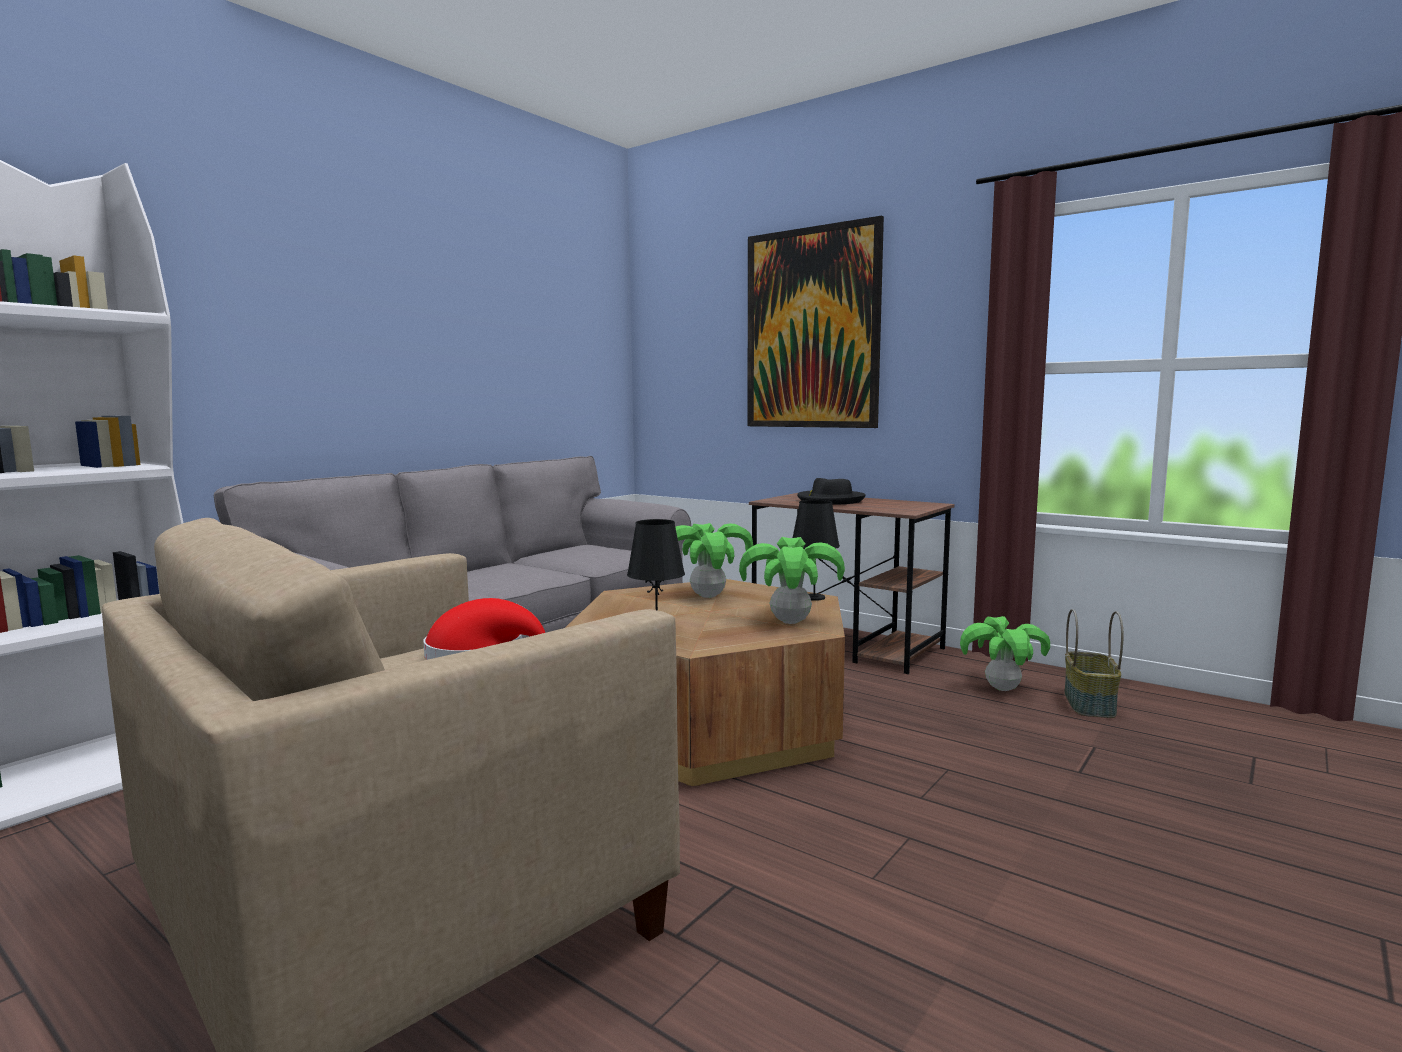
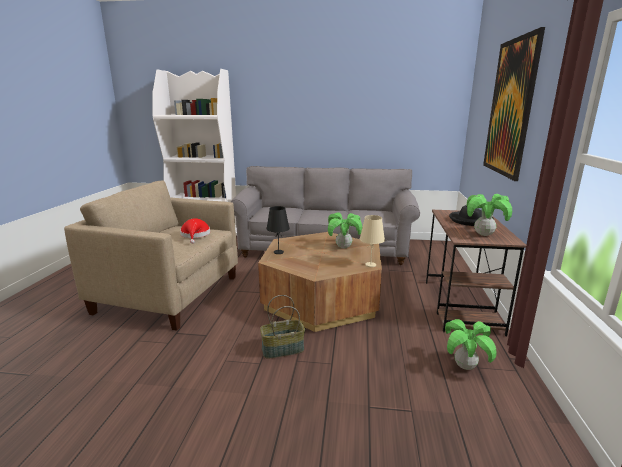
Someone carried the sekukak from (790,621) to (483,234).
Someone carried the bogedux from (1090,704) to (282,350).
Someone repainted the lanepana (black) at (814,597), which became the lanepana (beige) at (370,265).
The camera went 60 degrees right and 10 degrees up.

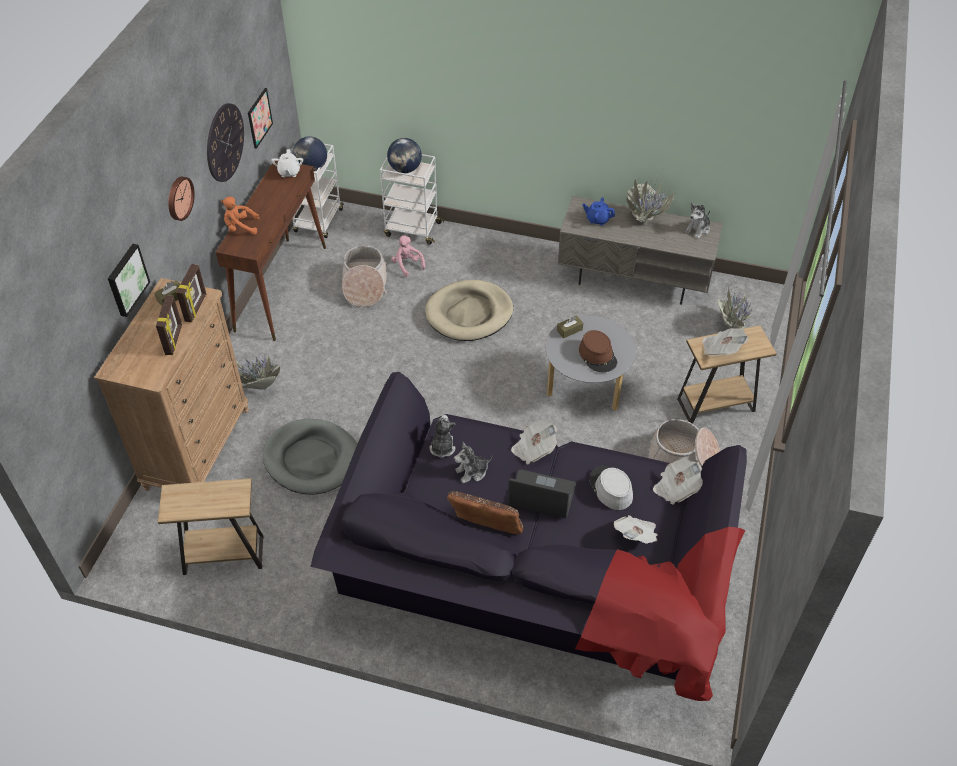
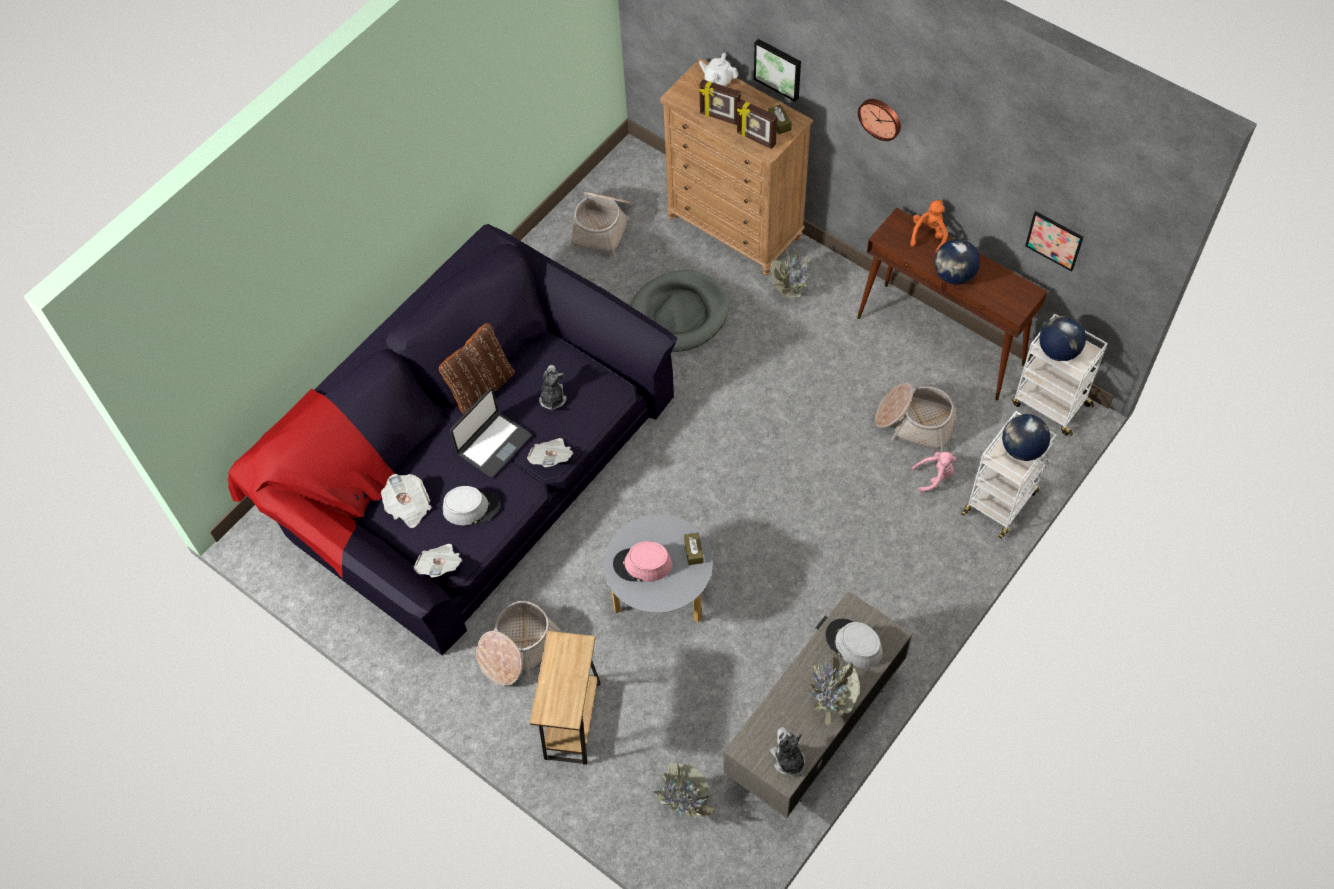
Someone took away the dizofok at (224,142).
Someone took away the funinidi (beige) at (469,313).
Someone took away the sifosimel at (442,447).
Someone took away the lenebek at (721,349).
Someone put down the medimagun at (954,275).
Someone carried the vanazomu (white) from (289,172) to (718,80).
Someone swapped the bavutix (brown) at (223,555) for the bogedux at (602,227).
Someone swapped the vanazomu (blue) at (597,219) for the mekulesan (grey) at (853,644).
Someone repainted the mekulesan (brown) at (598,356), which became the mekulesan (pink) at (642,564).
The camera went 115 degrees right and 10 degrees up.

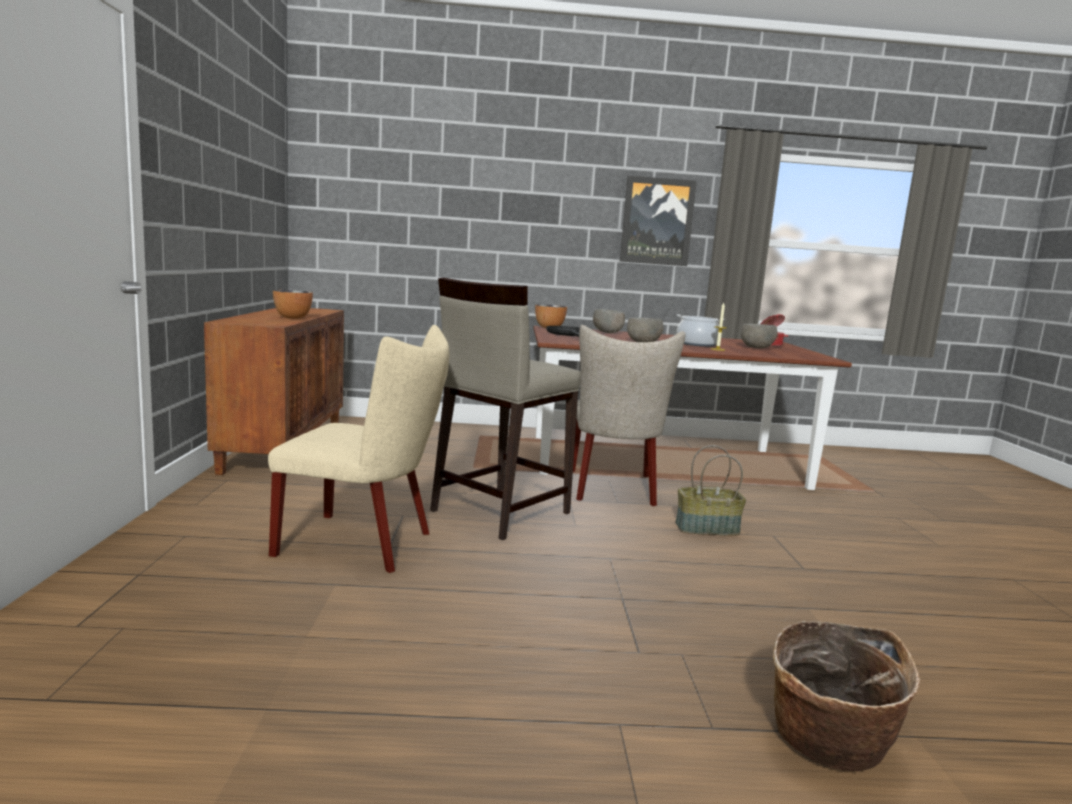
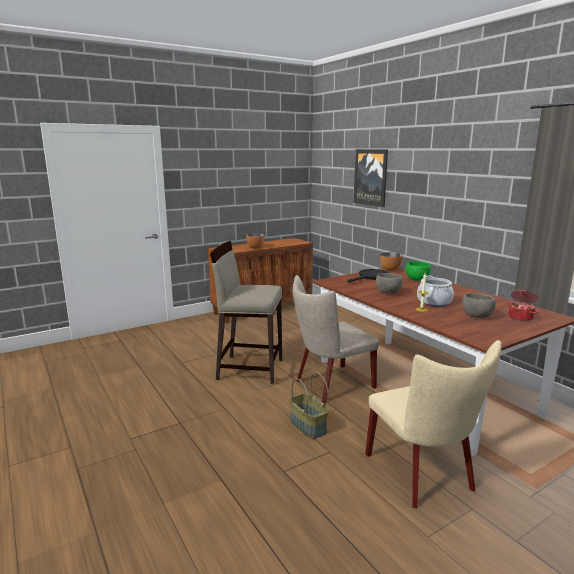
Someone took away the bogedux at (827,746).
Someone carried the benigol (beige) from (365,544) to (423,475).
Someone carried the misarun from (657,221) to (371,177).
Someone repainted the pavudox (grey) at (607,332), which became the pavudox (green) at (416,280).
The camera went 60 degrees right and 5 degrees up.

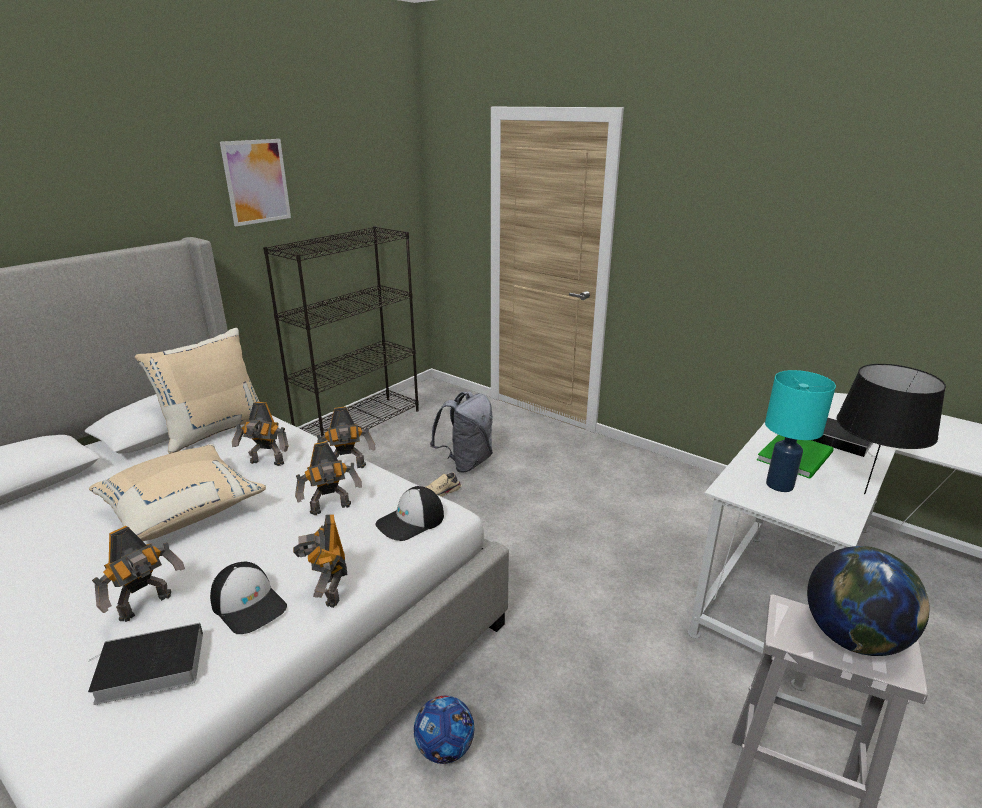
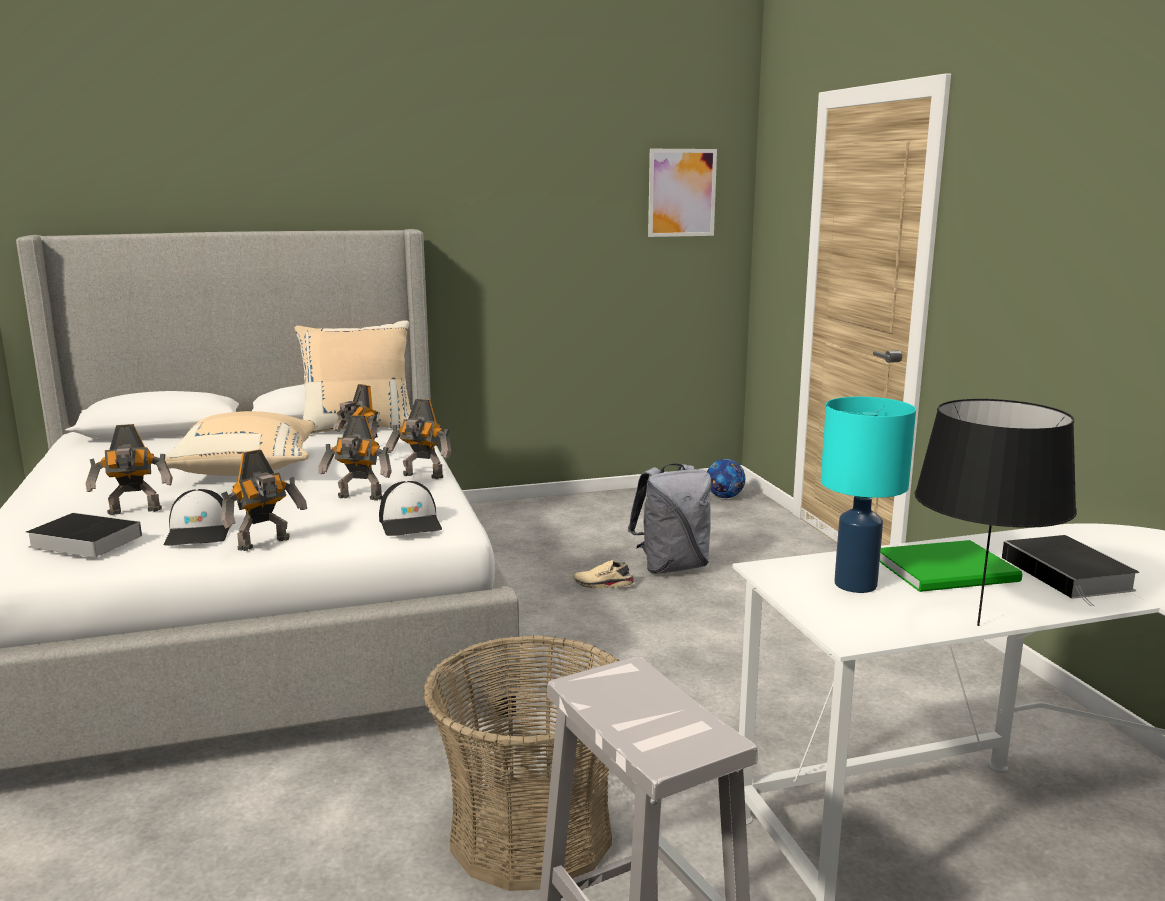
Someone took away the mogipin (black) at (359,425).
Someone took away the medimagun at (852,639).
Someone put down the bogedux at (530,833).
Someone carried the misarun from (257,182) to (682,193).
Someone carried the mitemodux from (445,748) to (724,497).
Someone rotated the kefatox at (328,591) by 150 degrees counterclockwise.
Someone rotated the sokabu at (411,521) by 105 degrees counterclockwise.
The camera went 35 degrees right and 10 degrees down.

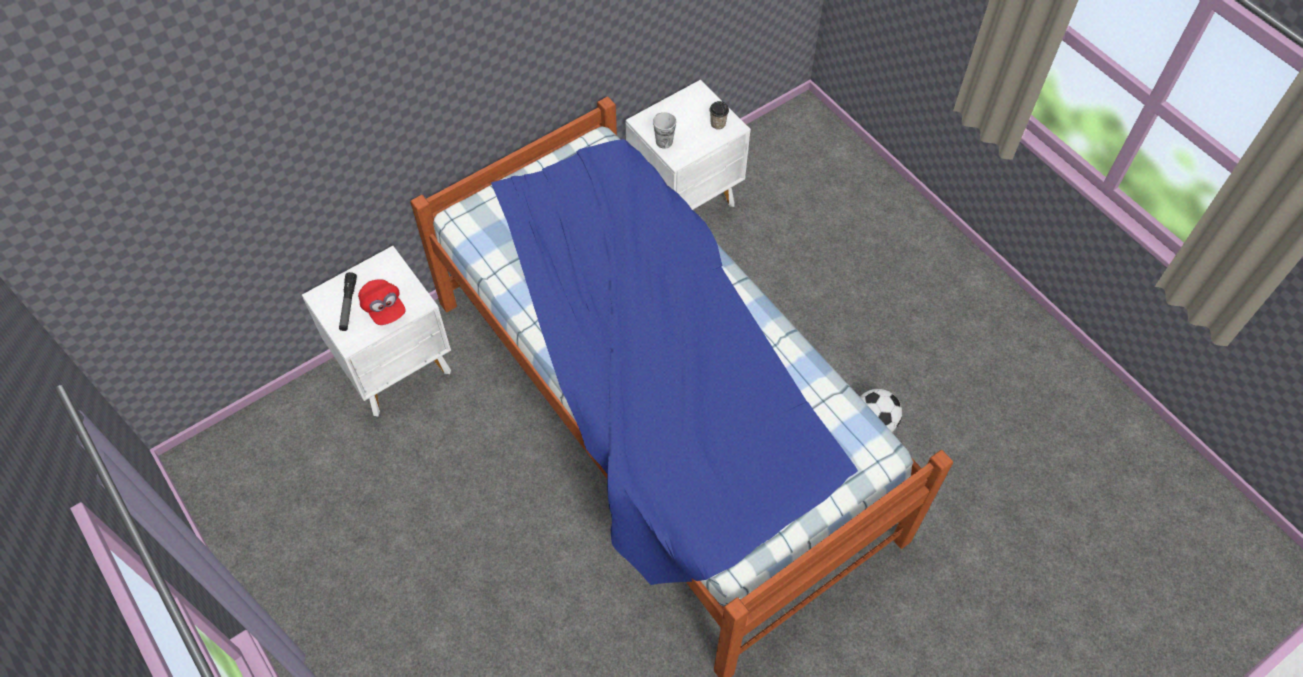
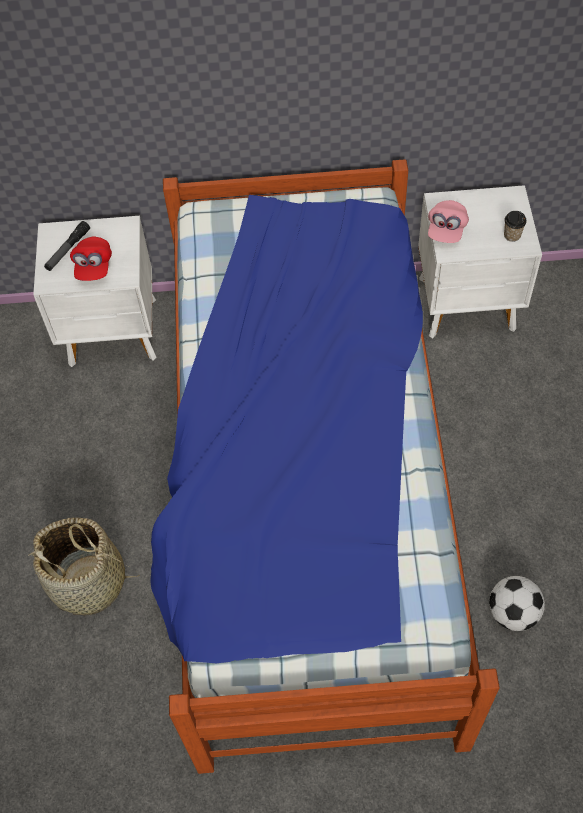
Someone put down the bogedux at (89,582).
Someone swapped the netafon at (664,142) for the sokabu (pink) at (446,230).
The camera went 35 degrees right and 0 degrees up.

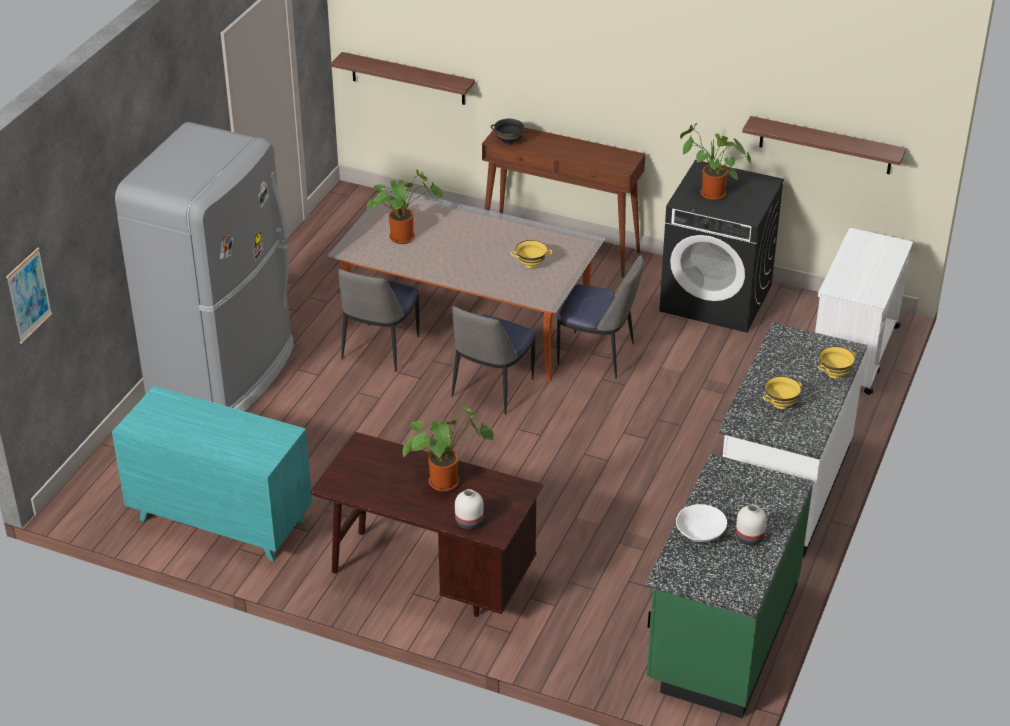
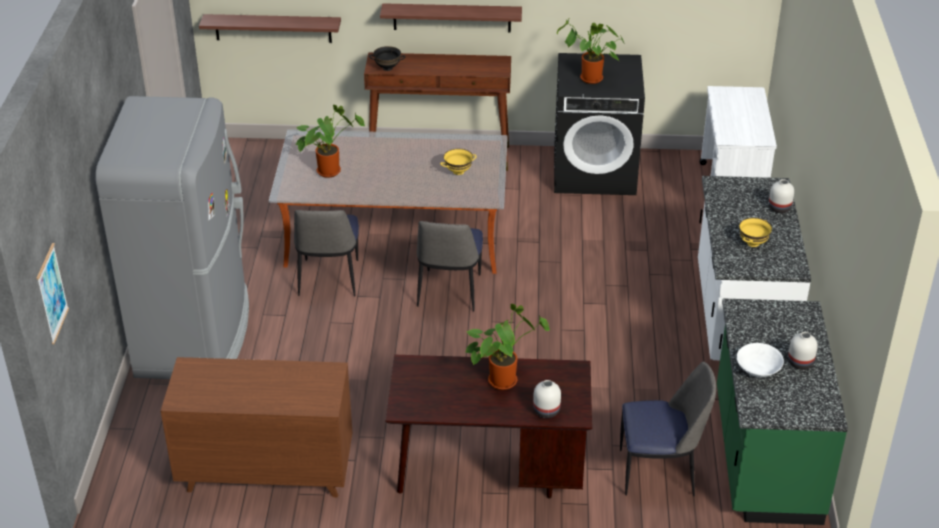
Someone carried the benigol from (598,355) to (659,472).
Someone carried the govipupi from (825,145) to (452,17).
Someone swapped the pavudox (yellow) at (834,374) for the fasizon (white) at (779,208).
Someone repainted the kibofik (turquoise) at (220,520), which became the kibofik (brown) at (265,472).
The camera went 20 degrees left and 0 degrees up.

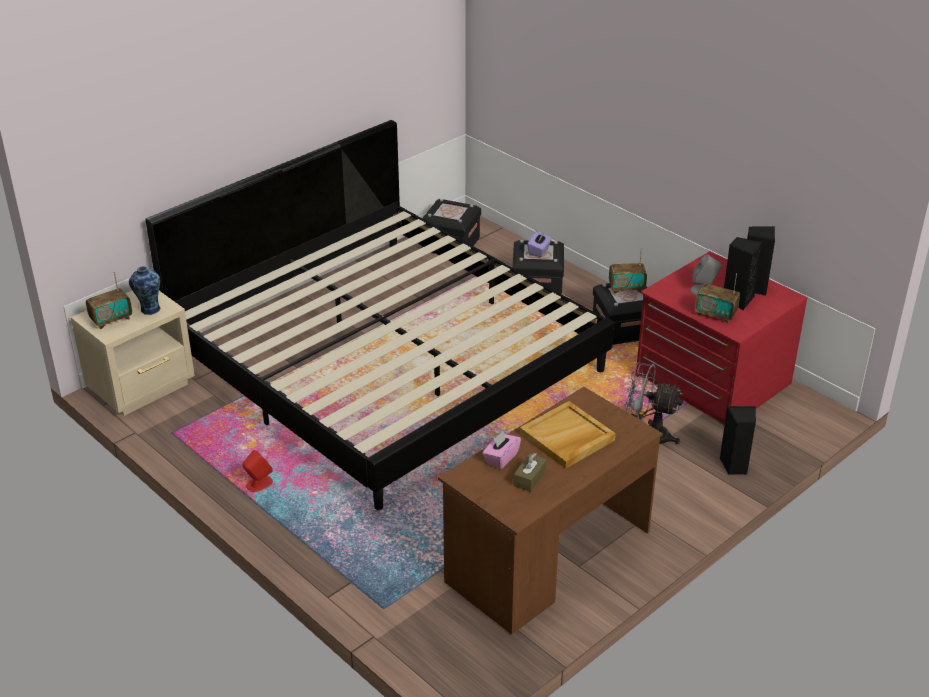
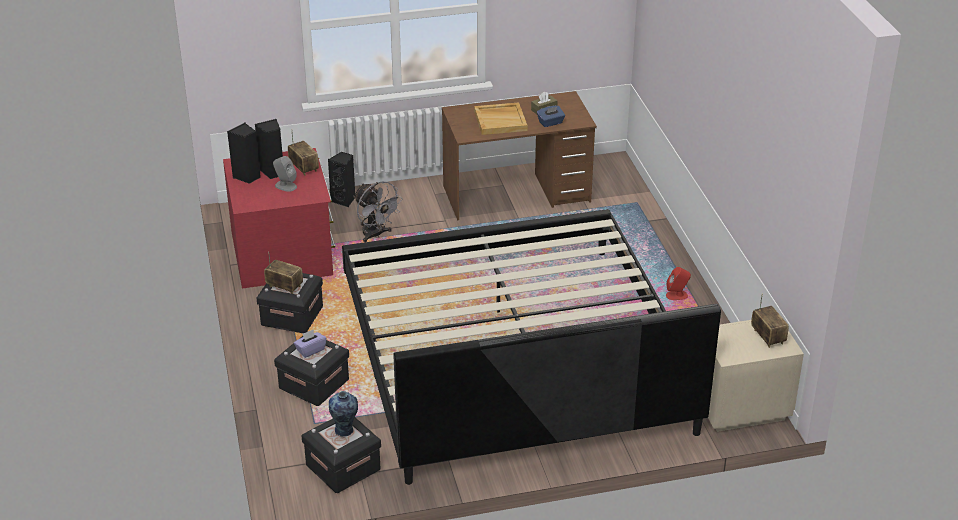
Someone carried the fasizon from (149,309) to (345,430).
Someone repainted the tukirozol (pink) at (501,458), which became the tukirozol (blue) at (550,123).
Someone rotated the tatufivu at (111,320) by 75 degrees clockwise.
The camera went 150 degrees left and 0 degrees up.

